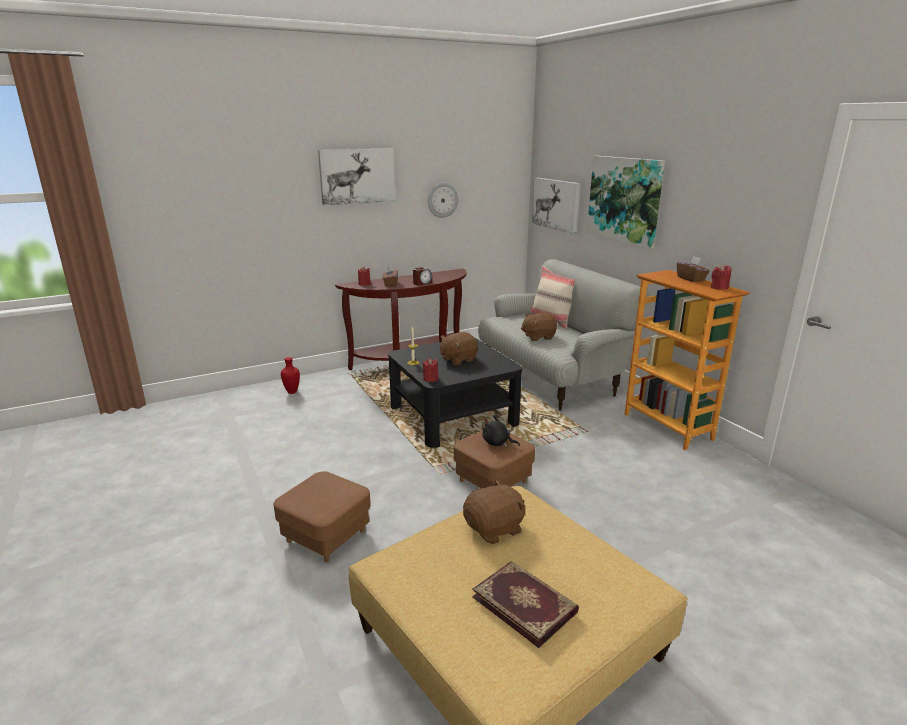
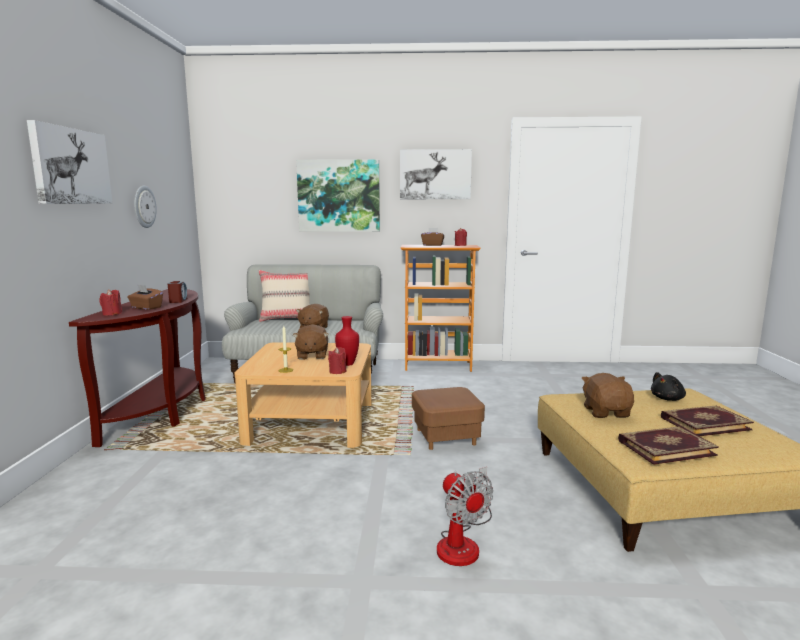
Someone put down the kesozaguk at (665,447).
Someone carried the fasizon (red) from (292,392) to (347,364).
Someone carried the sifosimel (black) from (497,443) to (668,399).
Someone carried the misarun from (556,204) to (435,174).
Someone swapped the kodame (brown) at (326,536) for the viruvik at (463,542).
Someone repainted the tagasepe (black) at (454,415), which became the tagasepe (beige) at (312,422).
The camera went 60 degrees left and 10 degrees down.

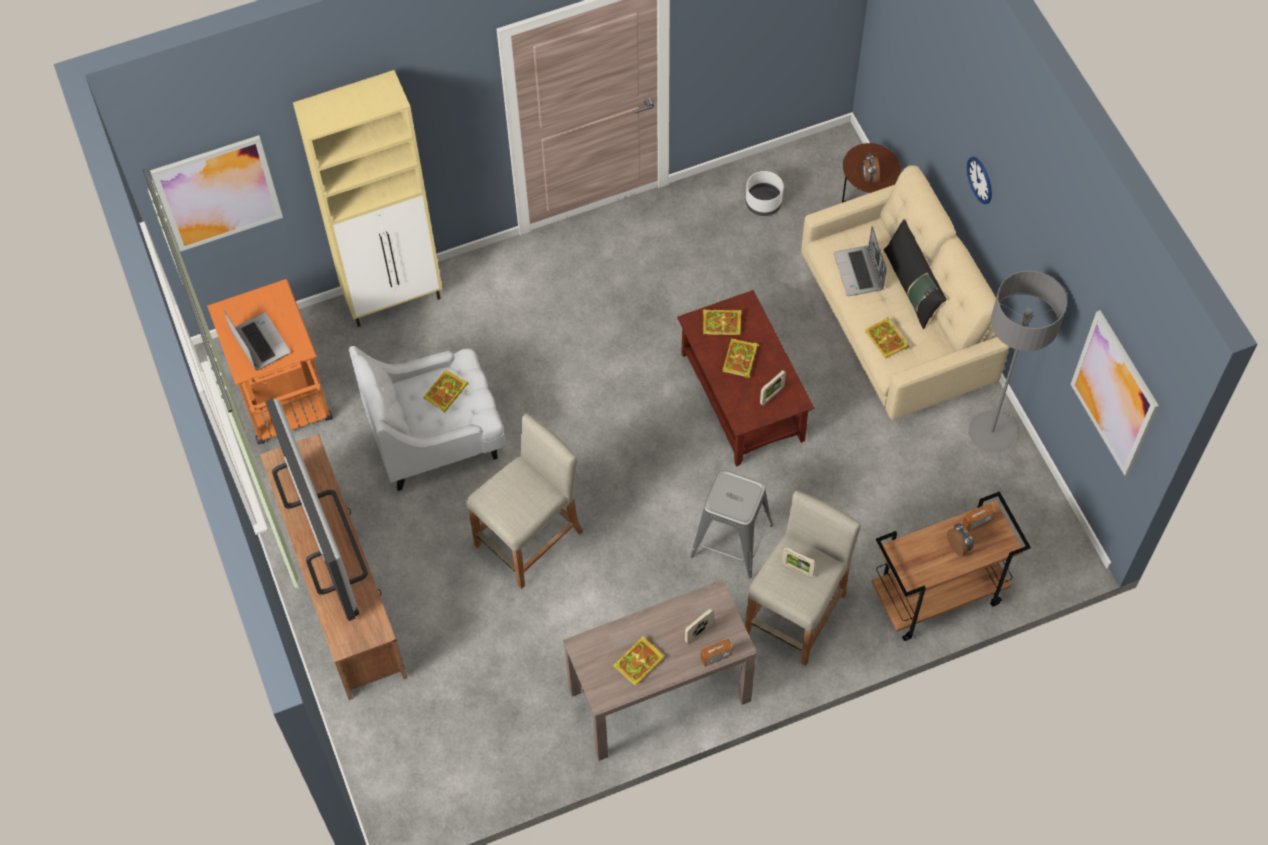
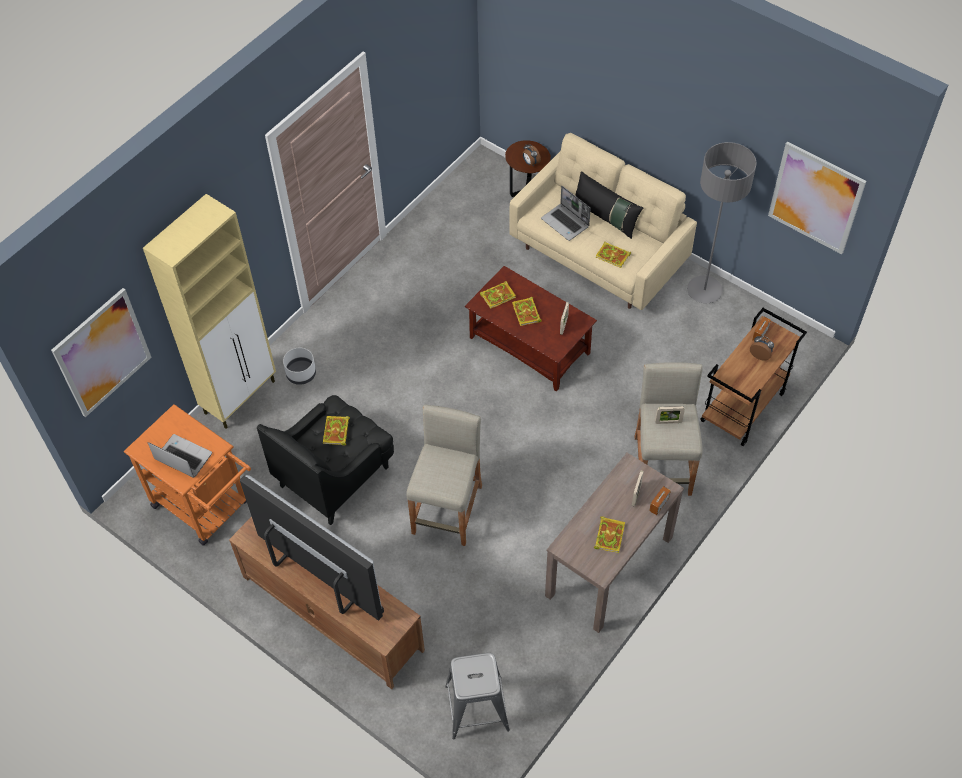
Someone took away the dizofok at (980,180).
Someone carried the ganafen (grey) from (732,540) to (477,707).
Someone carried the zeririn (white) from (763,202) to (301,373).
Someone repainted the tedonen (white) at (437,438), which became the tedonen (black) at (335,475).
The camera went 30 degrees left and 5 degrees down.

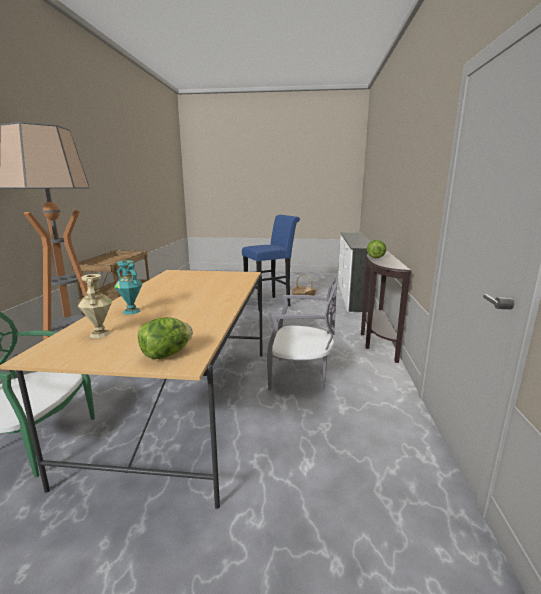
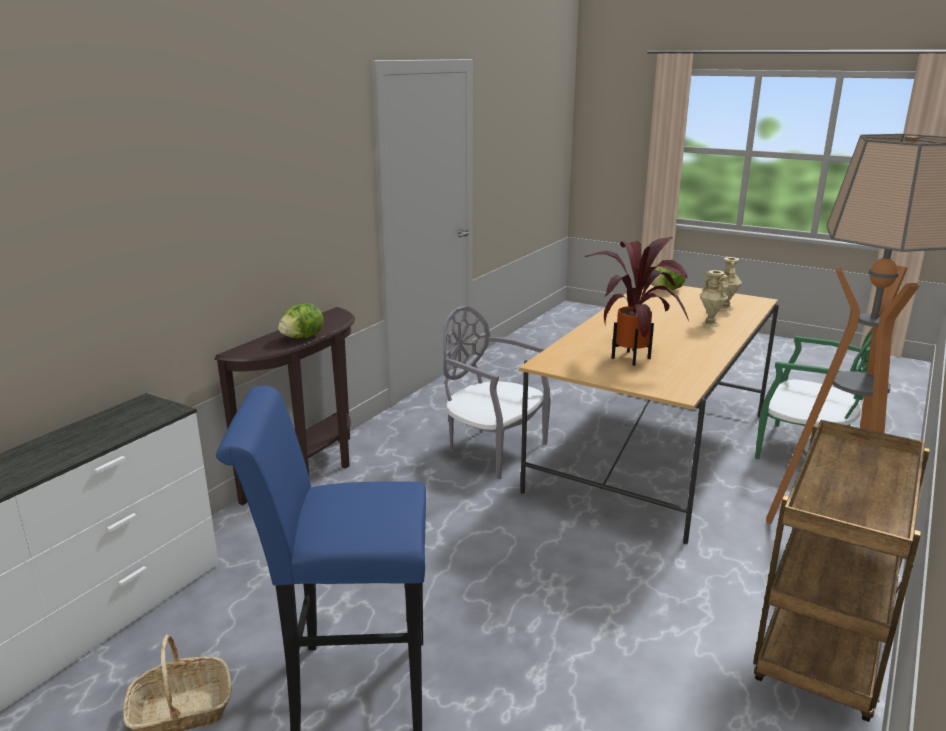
Someone put down the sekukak at (635,358).
Someone repainted the fasizon (turquoise) at (132,311), which became the fasizon (beige) at (709,324).
The camera went 155 degrees left and 5 degrees up.

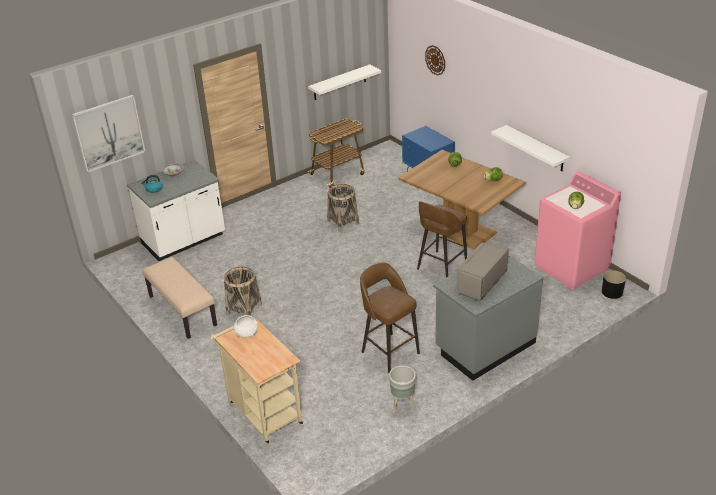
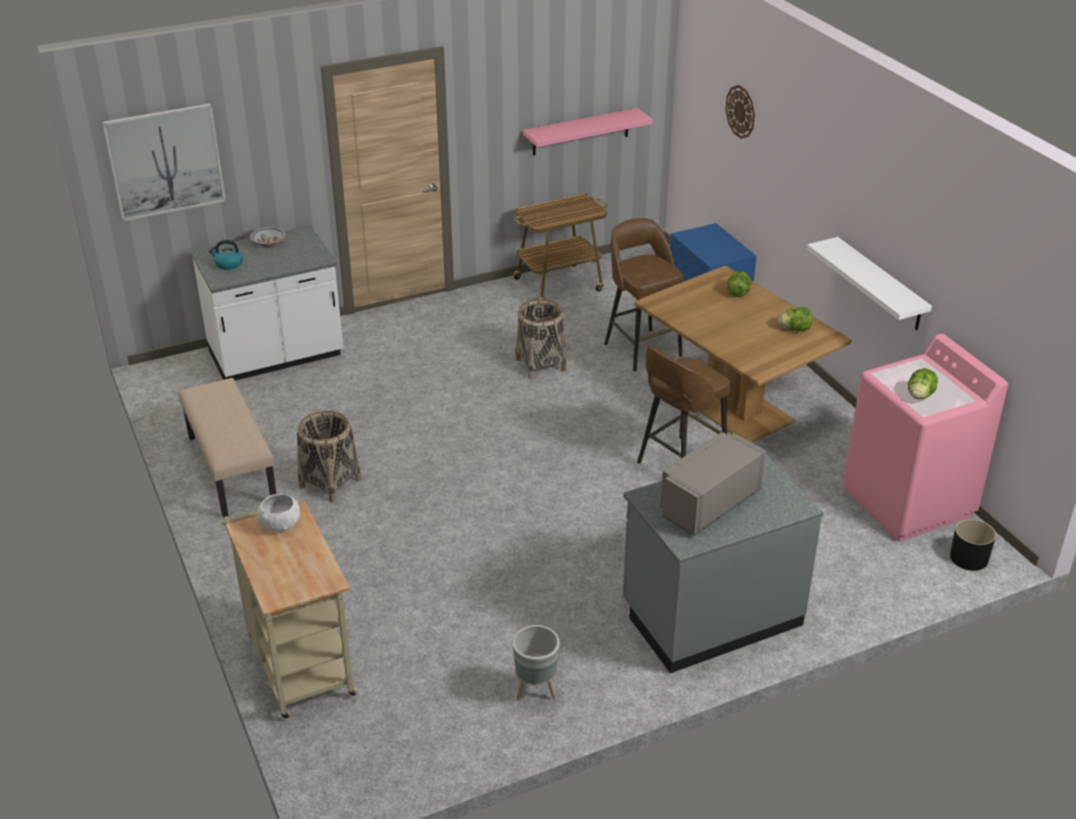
Someone carried the ganafen (brown) from (389,351) to (641,348).
Someone repainted the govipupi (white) at (340,82), which became the govipupi (pink) at (581,132).
The camera went 10 degrees right and 0 degrees up.

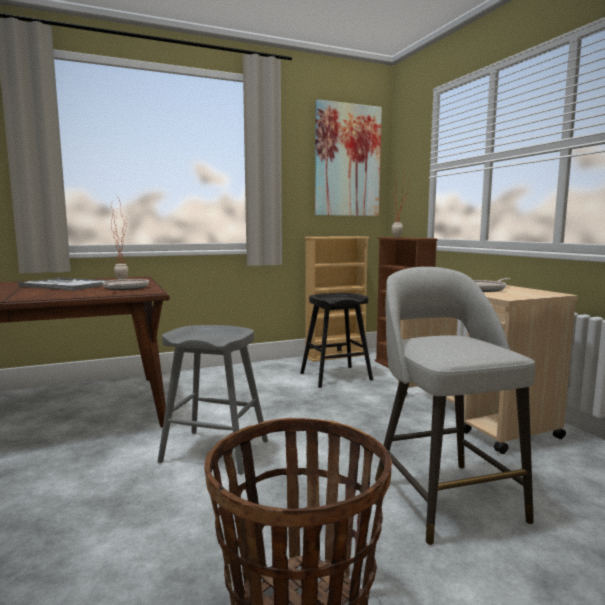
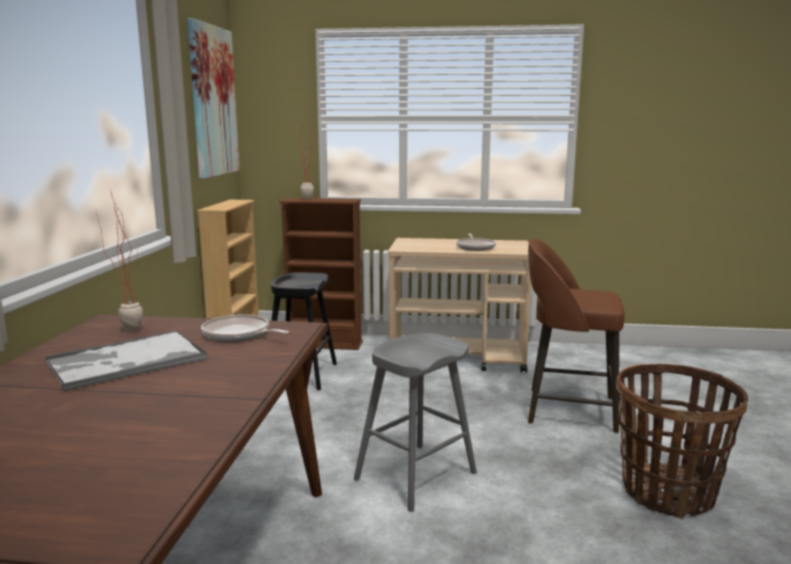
Someone repainted the ganafen (grey) at (445,497), which became the ganafen (brown) at (567,409).
The camera went 60 degrees left and 5 degrees up.

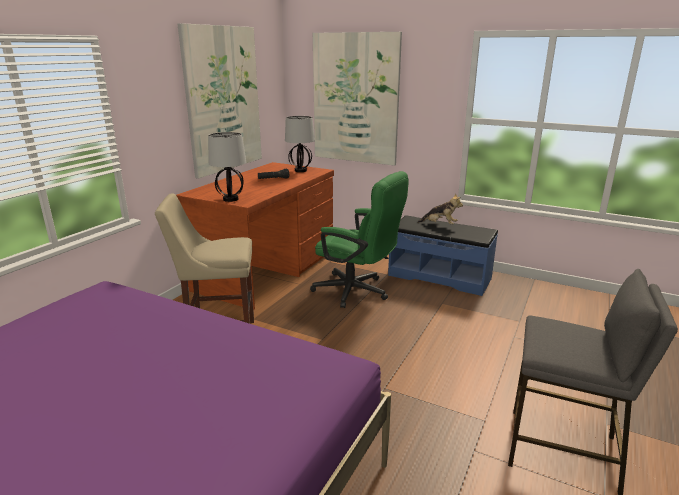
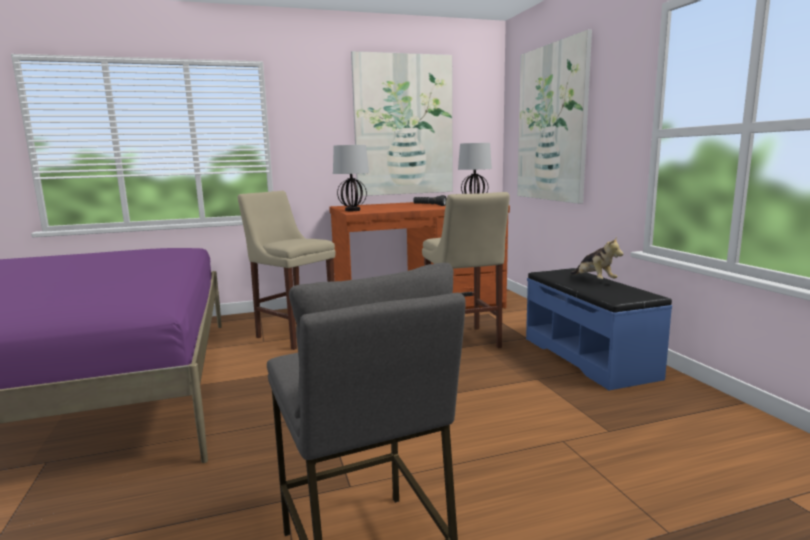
Someone swapped the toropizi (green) at (357,292) for the ganafen (beige) at (463,342).
The camera went 45 degrees right and 10 degrees down.

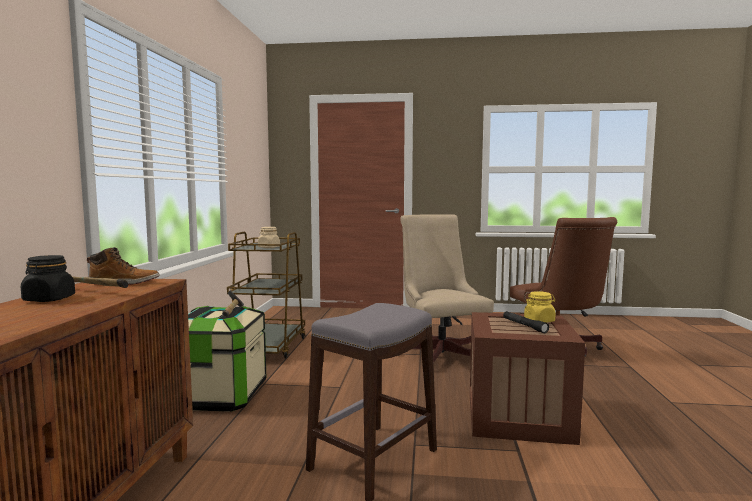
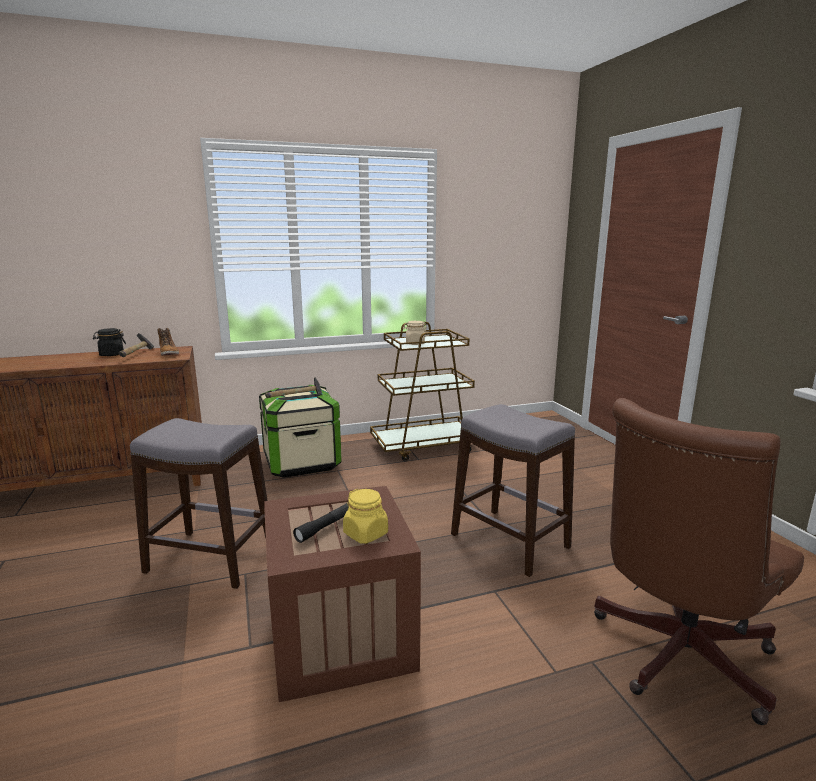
Someone swapped the toropizi (beige) at (440,354) for the ganafen (grey) at (509,540).
The camera went 65 degrees right and 10 degrees up.

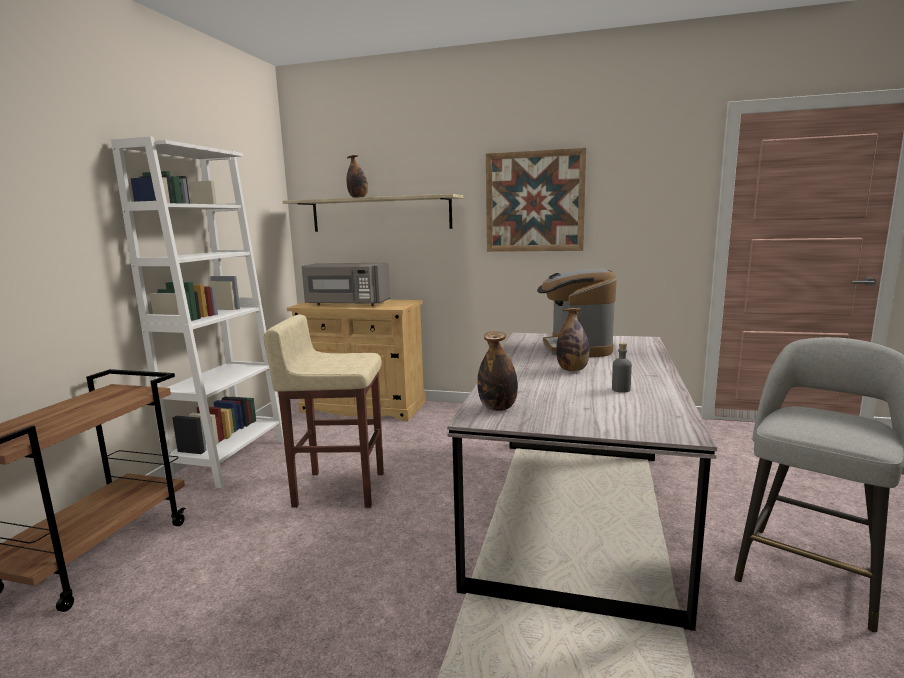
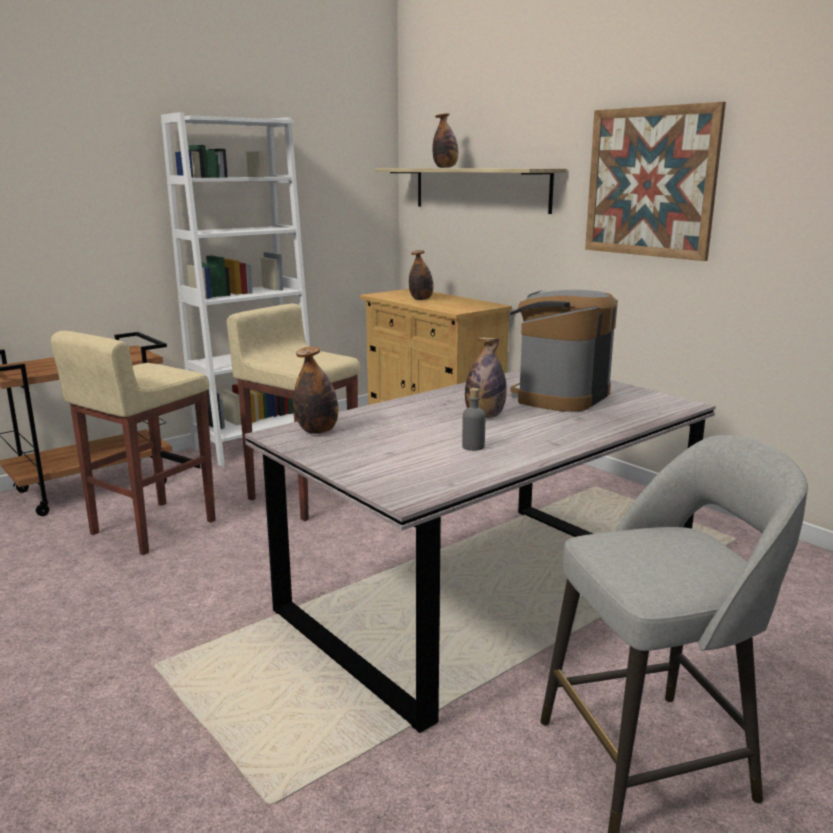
Someone put down the ganafen (beige) at (151,527).
Someone swapped the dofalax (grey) at (346,304) for the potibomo at (421,299).
The camera went 35 degrees right and 5 degrees up.

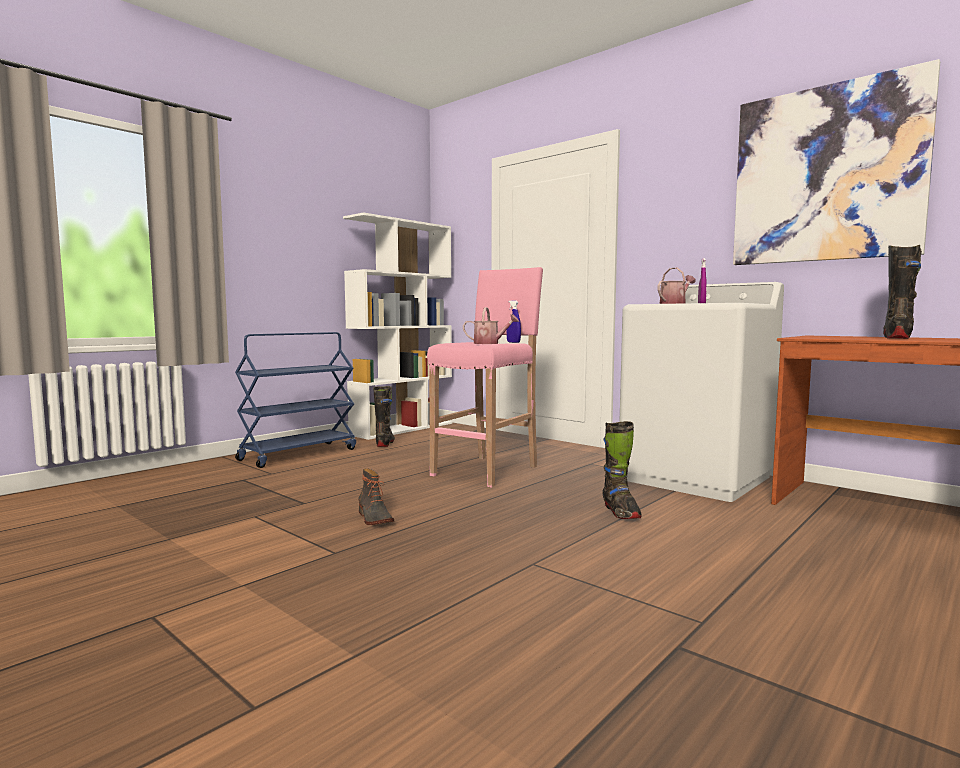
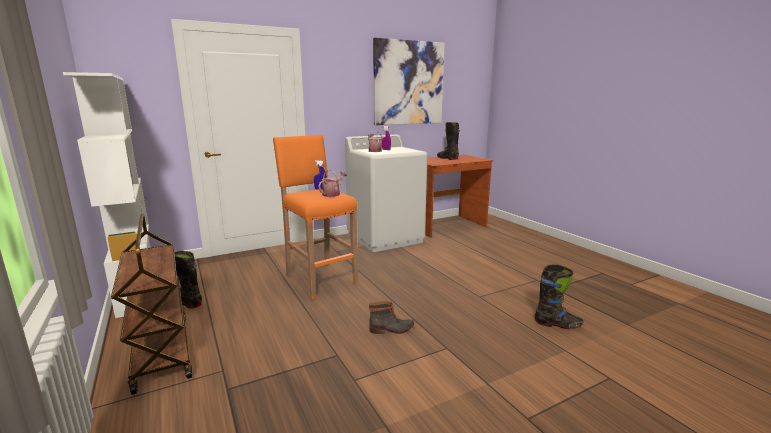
Someone carried the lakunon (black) from (620,512) to (558,324).
Someone repainted the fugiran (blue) at (299,454), which became the fugiran (brown) at (161,351).
Someone repainted the ganafen (pink) at (487,470), which became the ganafen (orange) at (320,279).
The camera went 70 degrees left and 10 degrees up.

